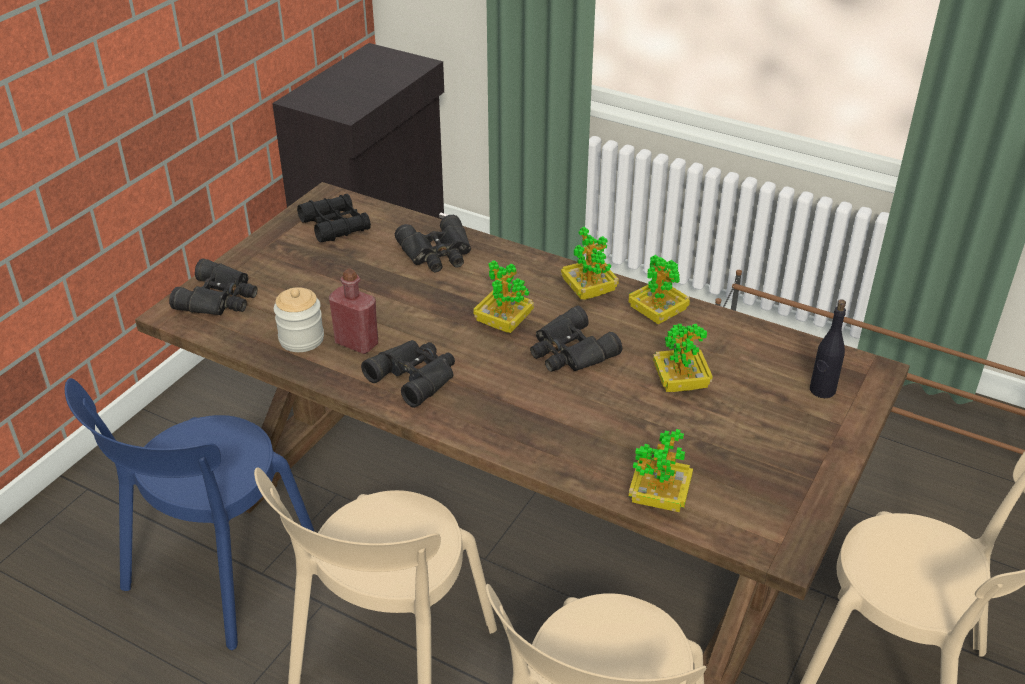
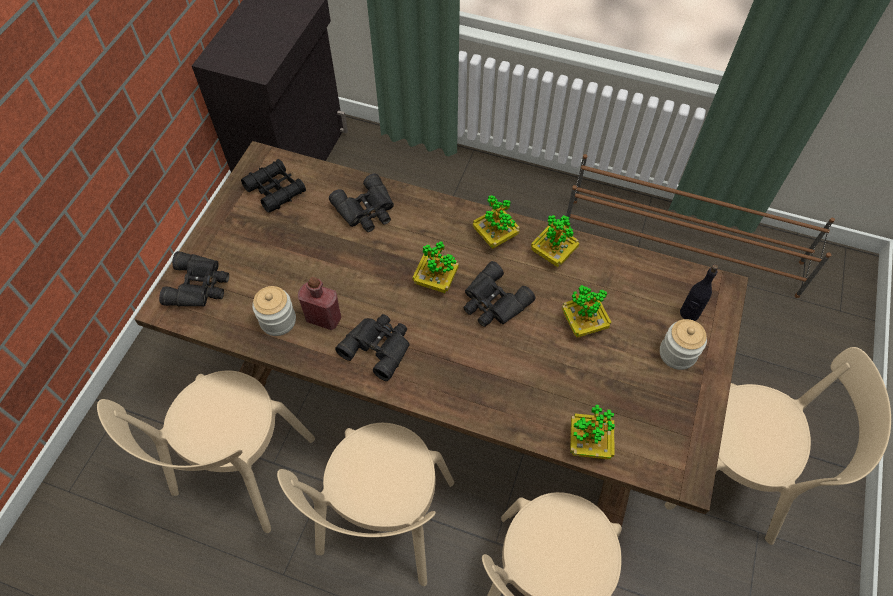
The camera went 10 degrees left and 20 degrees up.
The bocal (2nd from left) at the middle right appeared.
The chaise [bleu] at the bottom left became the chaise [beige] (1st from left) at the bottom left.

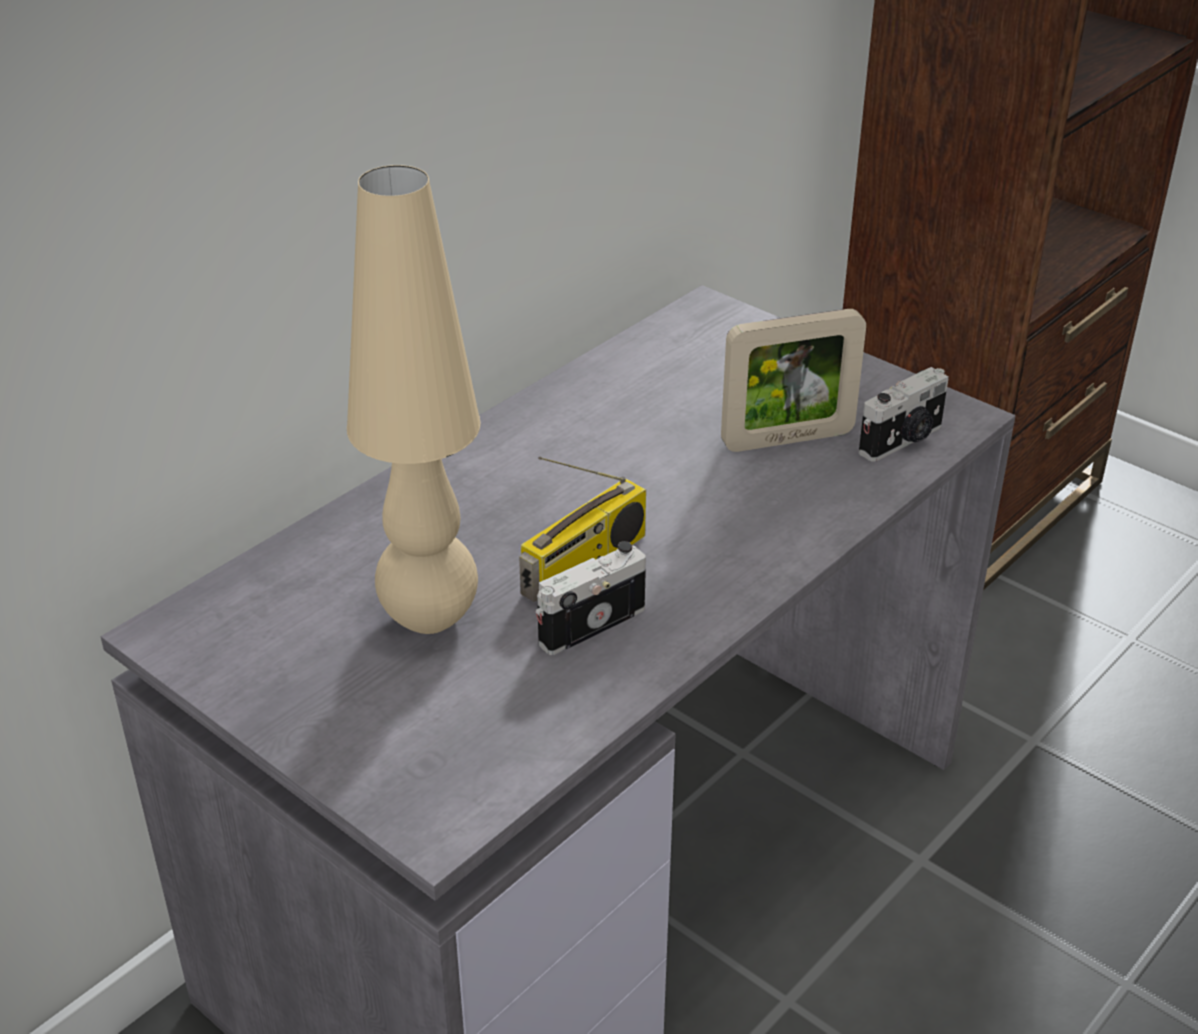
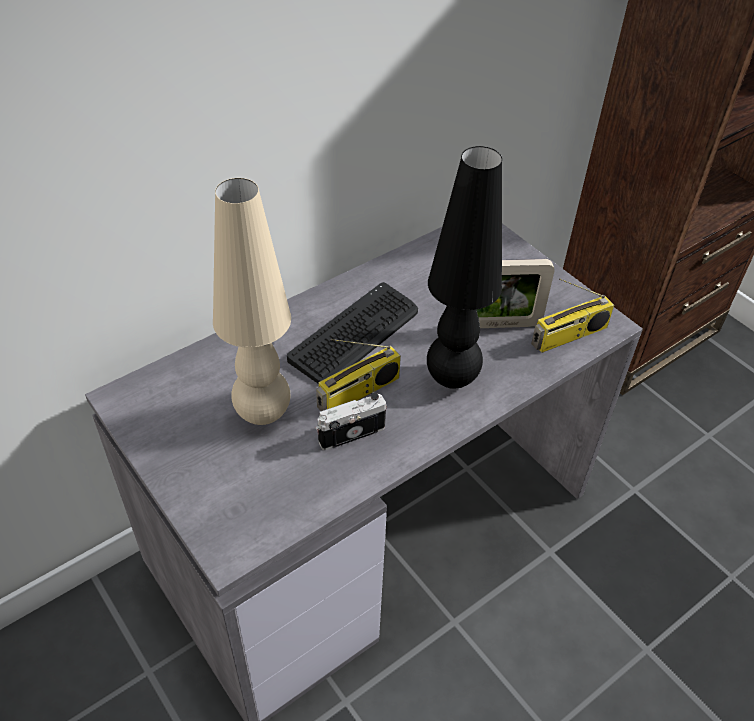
The camera went 10 degrees right and 10 degrees up.
The clavier at the centre appeared.
The lampe de table [noir] at the centre appeared.
The appareil photo (2nd from left) at the middle right was replaced by the radio (2nd from left) at the middle right.

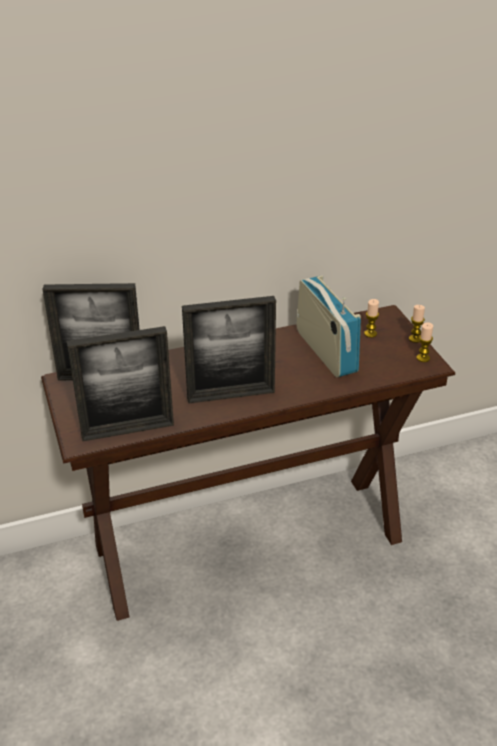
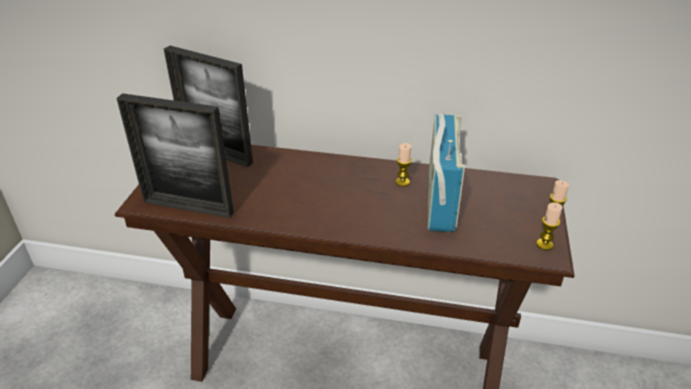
The camera went 30 degrees right and 0 degrees up.
The cadre photo (3rd from left) at the centre disappeared.
The bougie (1st from left) moved from the middle right to the centre.

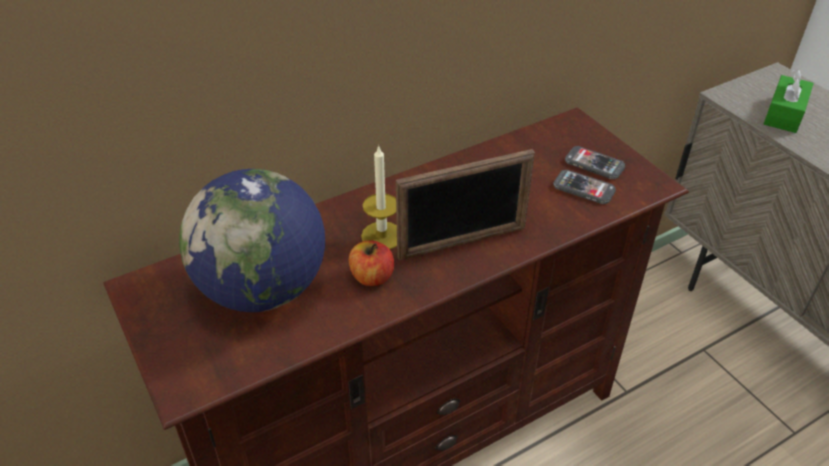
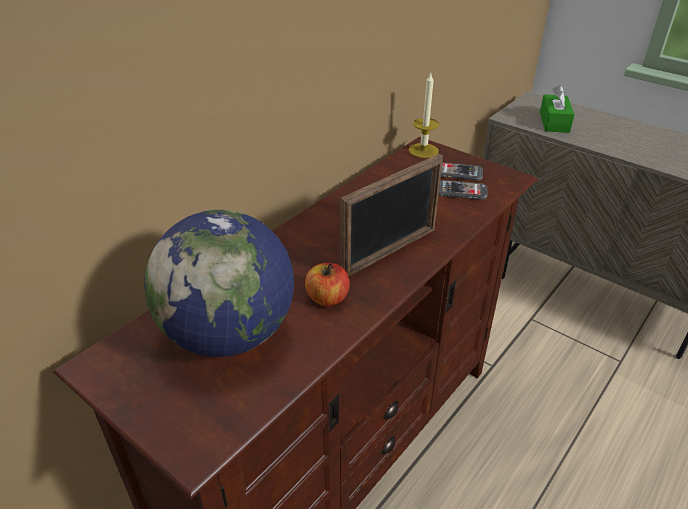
The camera went 20 degrees left and 5 degrees down.
The bougie moved from the centre to the top centre.

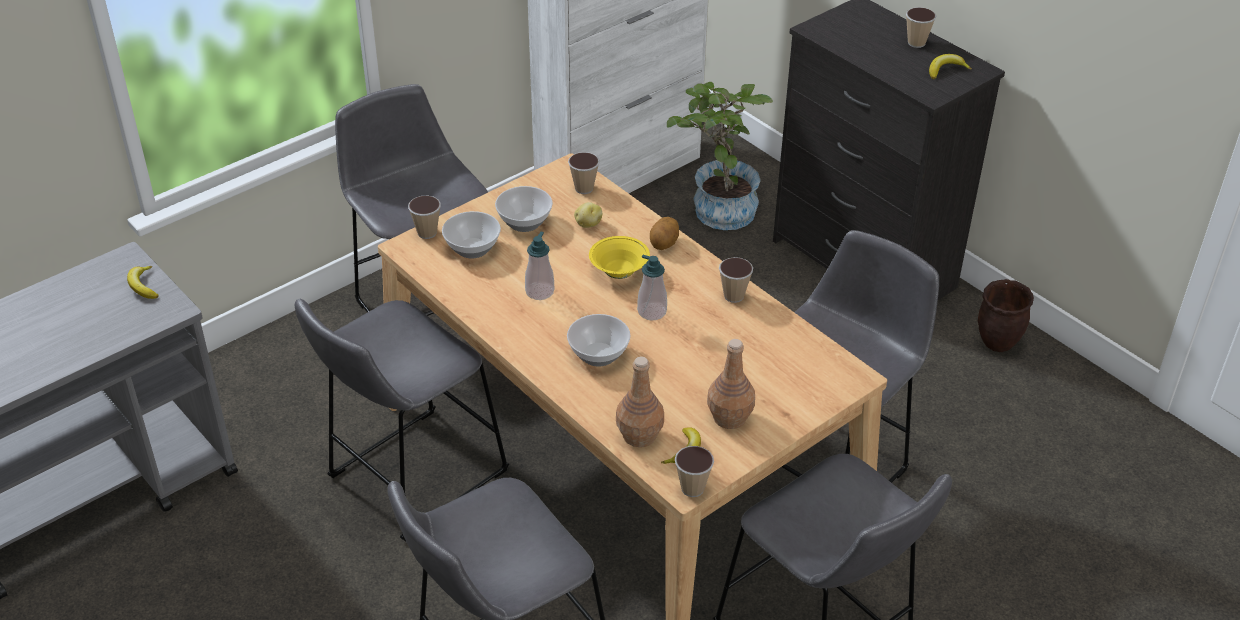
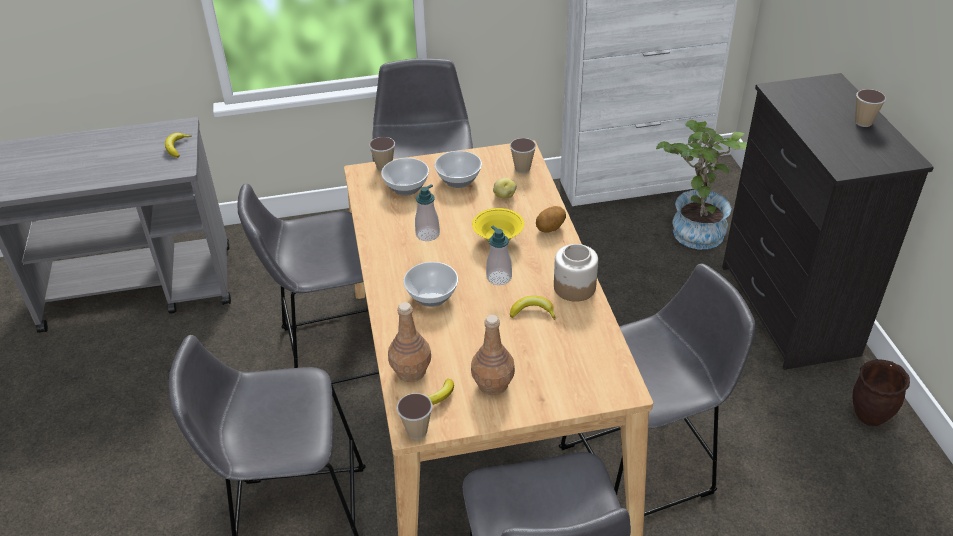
The camera went 30 degrees right and 0 degrees up.
The banane (3rd from left) moved from the top right to the centre.
The tasse (4th from left) at the centre was replaced by the bocal at the centre.

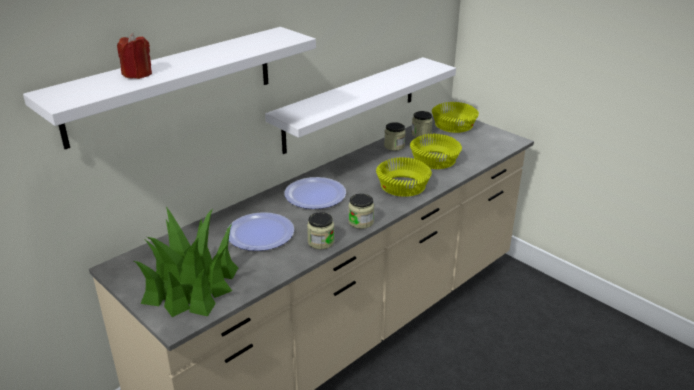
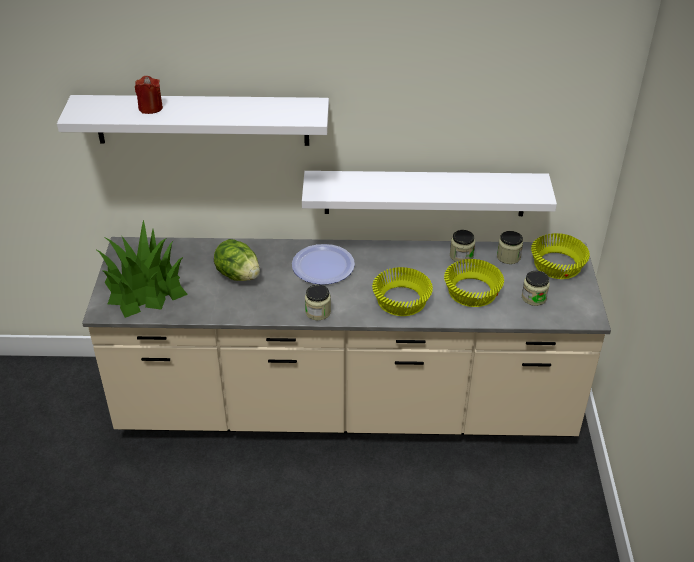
The camera went 45 degrees right and 10 degrees up.
The bocal (1st from left in the first image) moved from the centre to the middle right.
The assiette (1st from left) at the centre was replaced by the laitue at the centre.

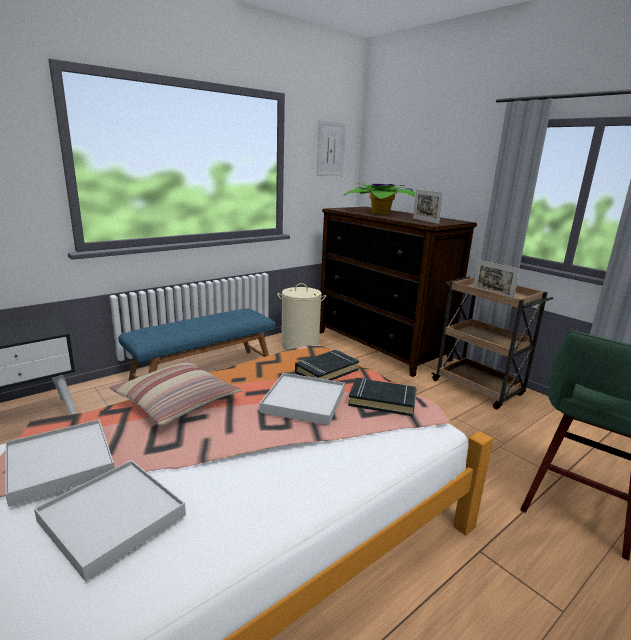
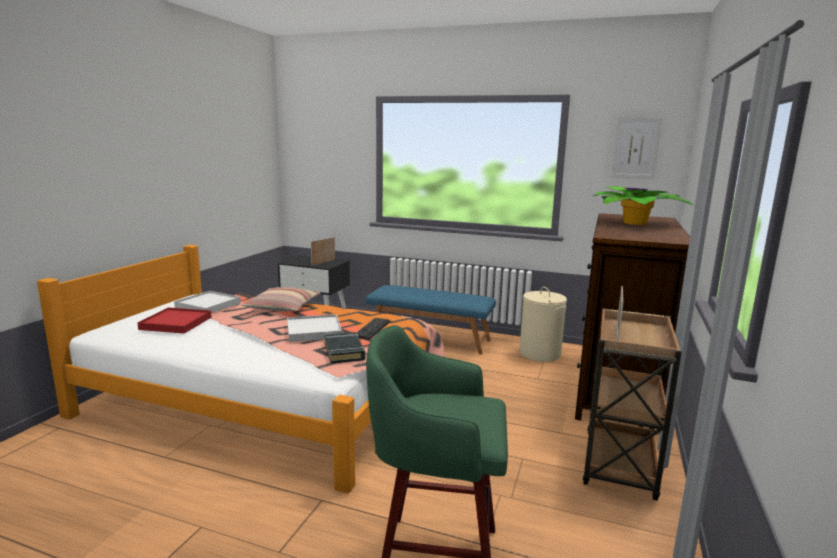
The camera went 60 degrees right and 5 degrees down.
The cadre photo (1st from left) moved from the top right to the centre.
The livre [noir] (1st from left) at the centre was replaced by the clavier at the centre.
The plateau [blanc] (2nd from left) at the bottom left became the plateau [rouge] at the middle left.

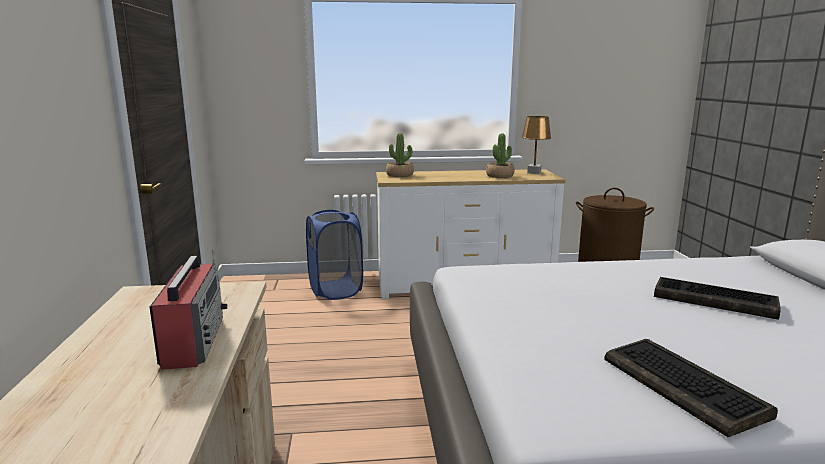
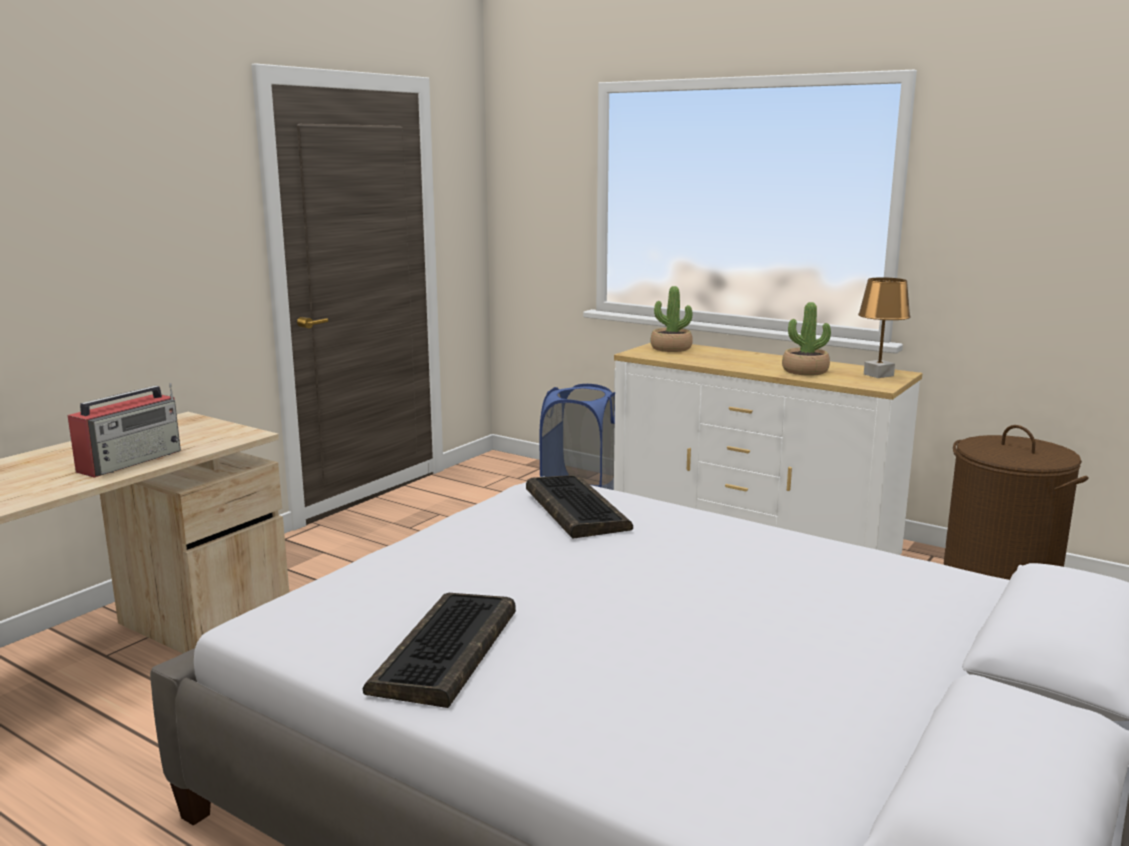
The camera went 40 degrees right and 0 degrees up.
The clavier (2nd from left) moved from the middle right to the centre.

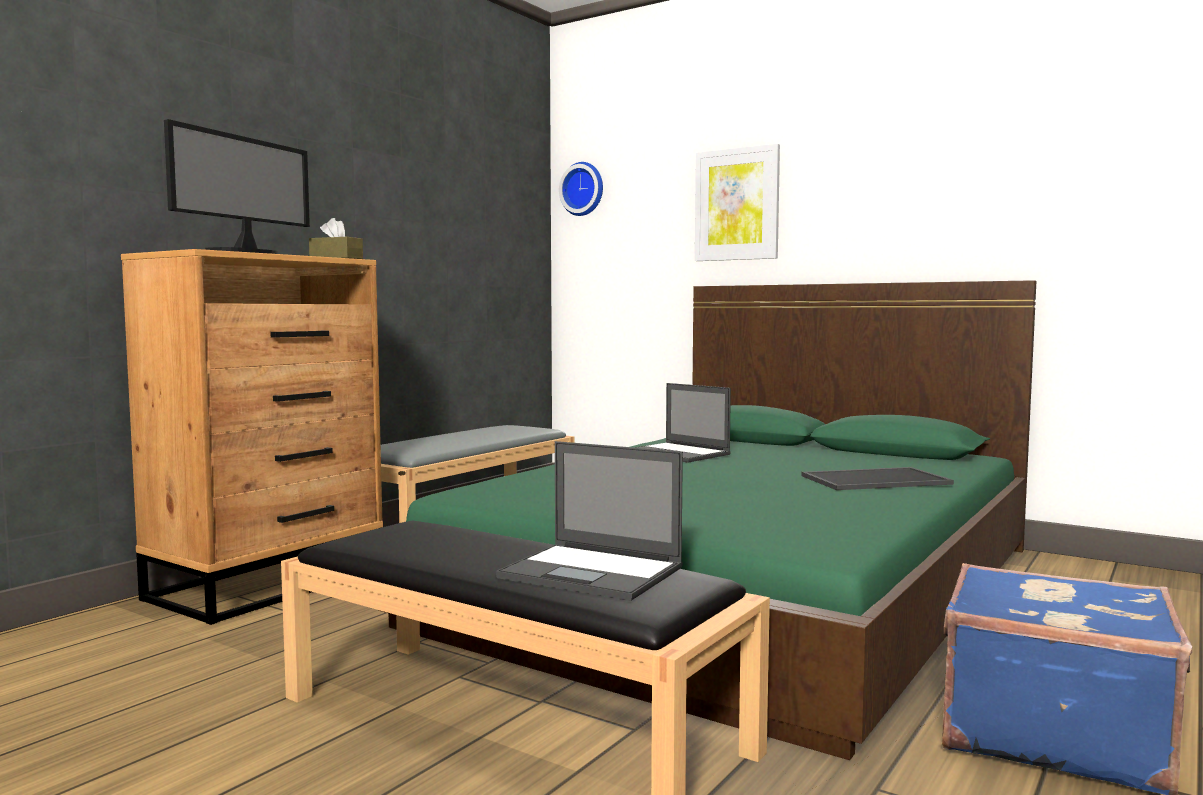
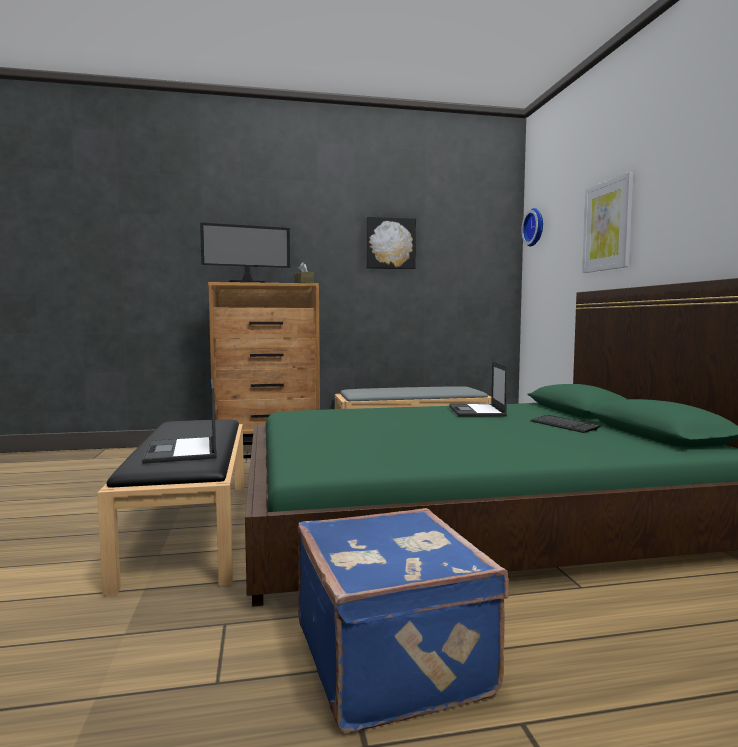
The camera went 45 degrees right and 0 degrees up.
The plateau at the middle right disappeared.
The tableau (1st from left) at the top centre appeared.
The clavier at the middle right appeared.

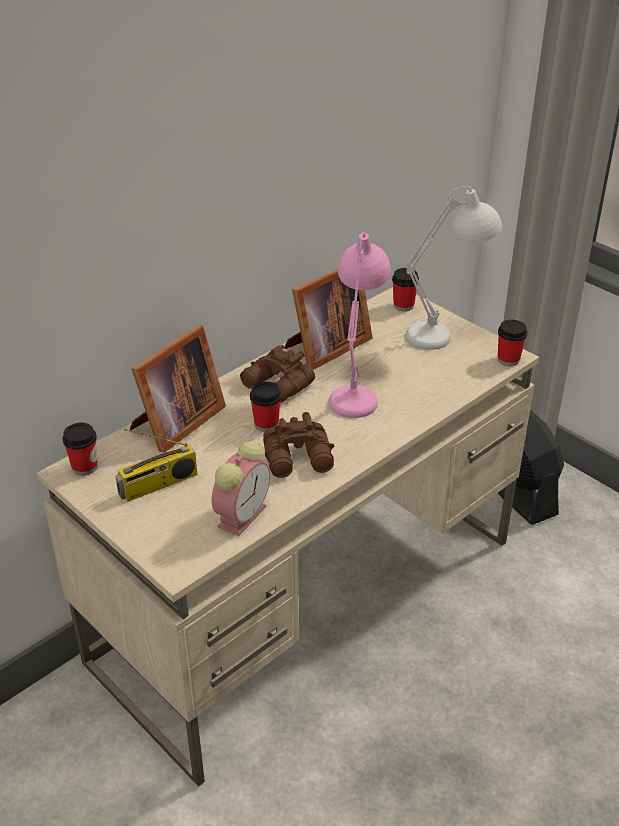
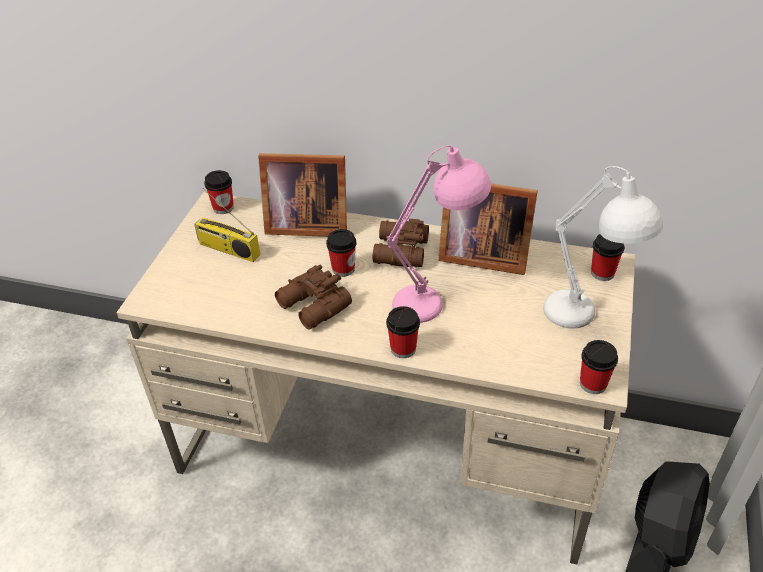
The camera went 60 degrees right and 5 degrees up.
The réveil at the centre disappeared.
The tasse (3rd from left) at the centre appeared.

